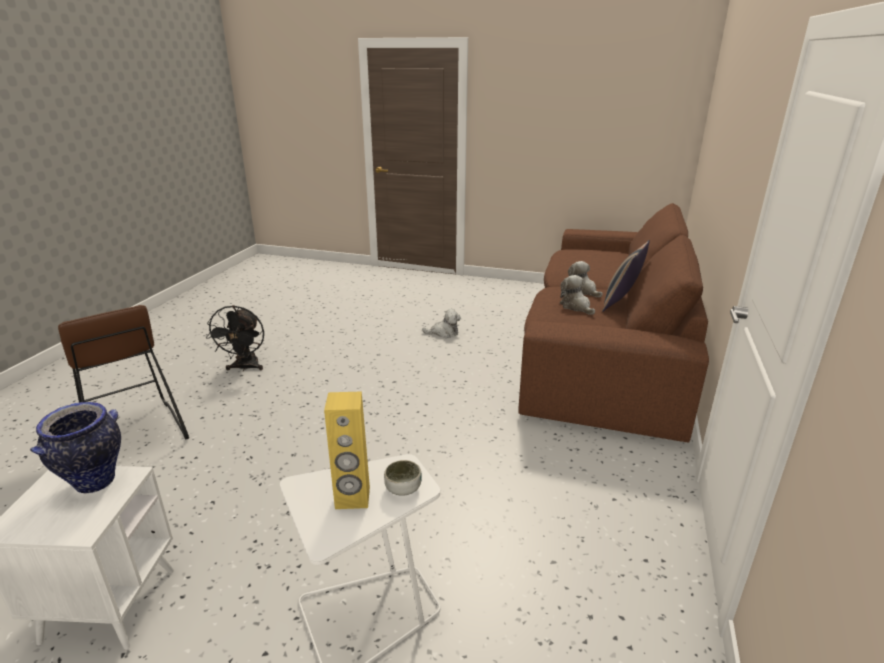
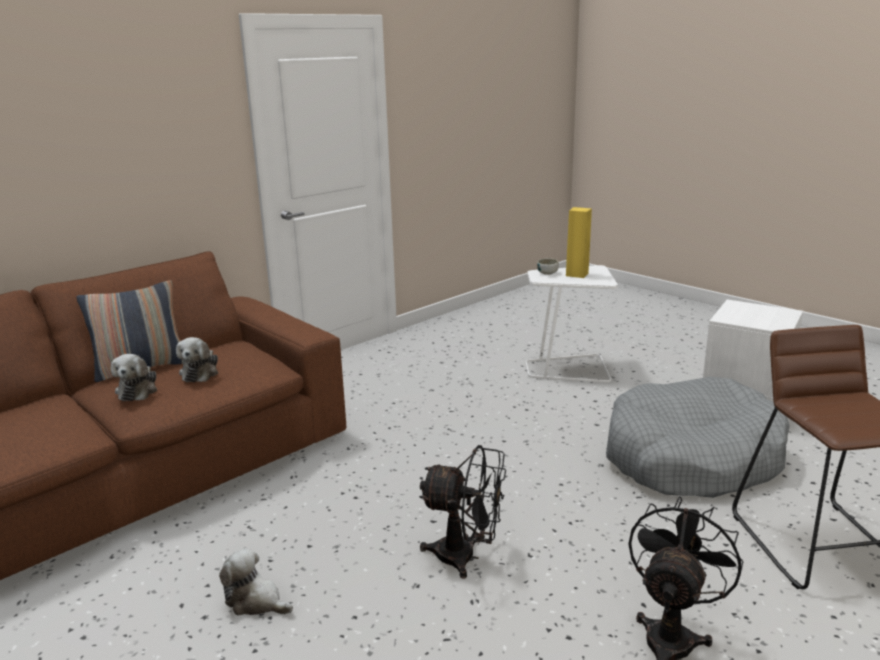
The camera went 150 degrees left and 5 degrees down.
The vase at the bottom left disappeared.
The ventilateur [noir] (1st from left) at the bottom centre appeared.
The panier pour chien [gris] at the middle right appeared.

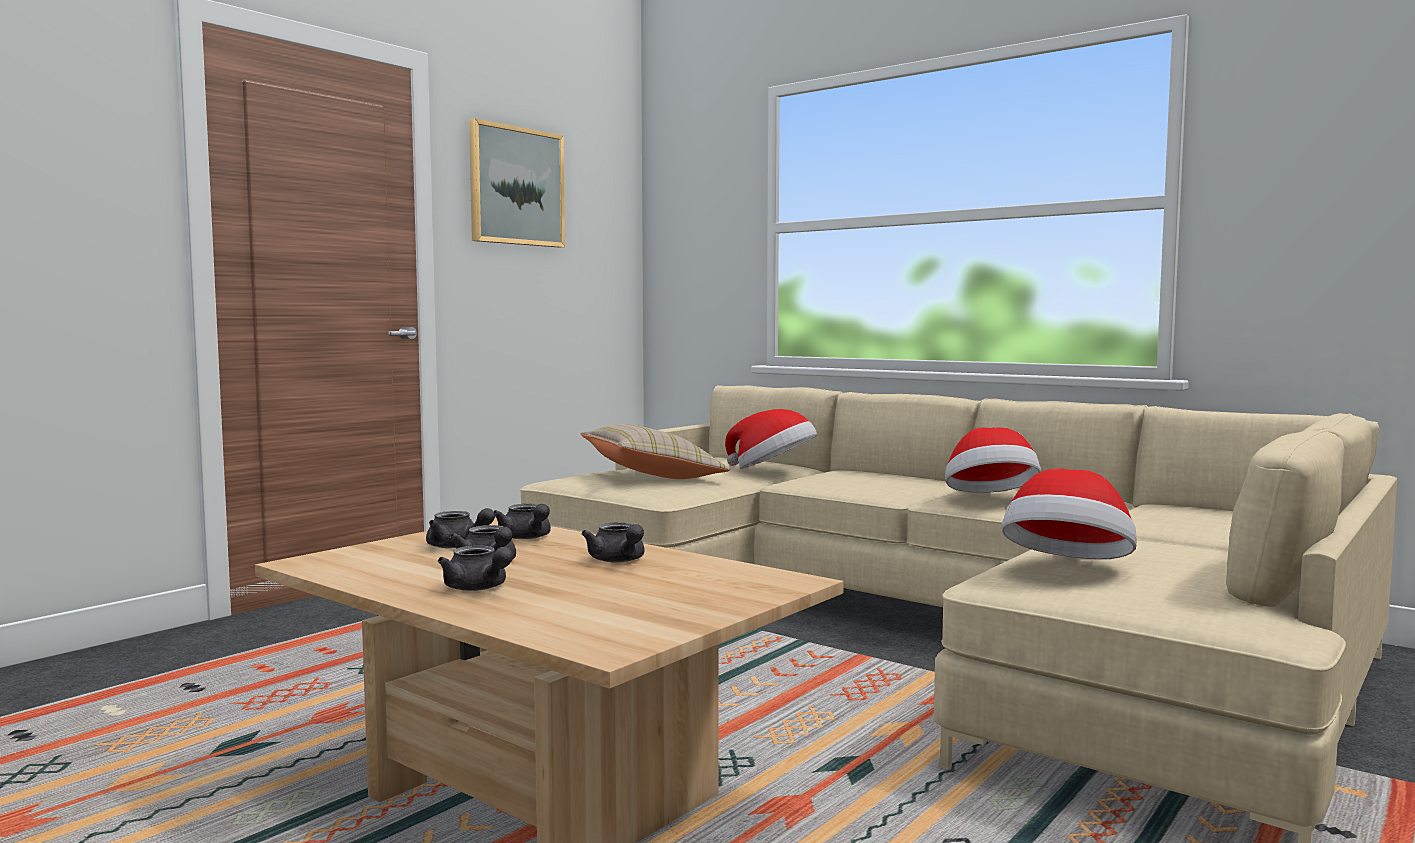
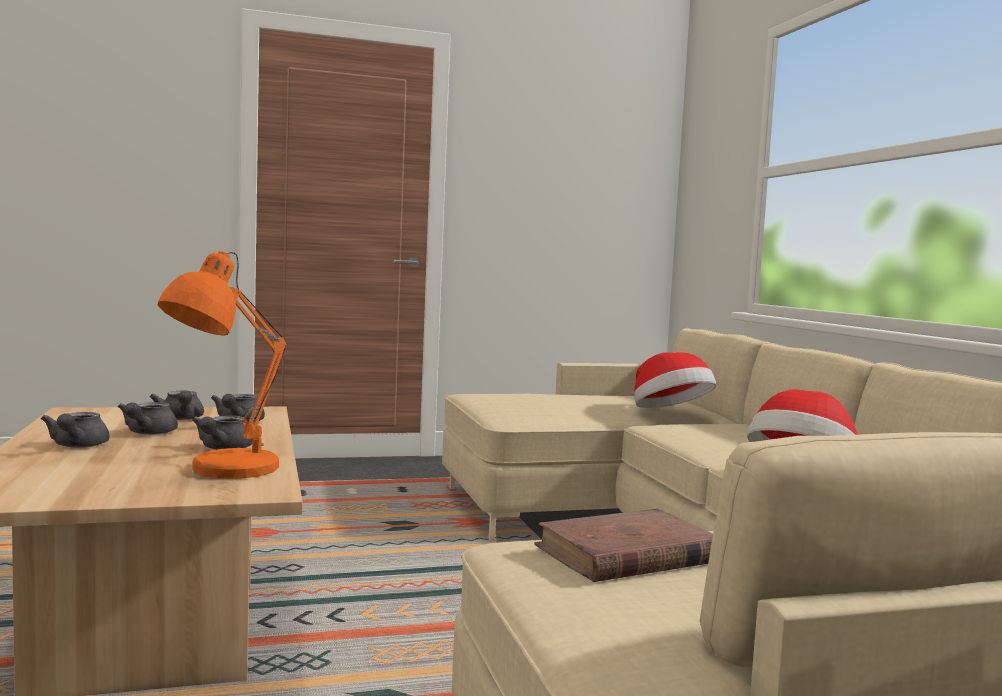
The camera went 35 degrees right and 0 degrees up.
The tableau at the top centre disappeared.
The coussin [beige] at the centre disappeared.
The lampe de table [orange] at the middle left appeared.
The chapeau (3rd from left) at the middle right was replaced by the livre [marron] at the bottom centre.

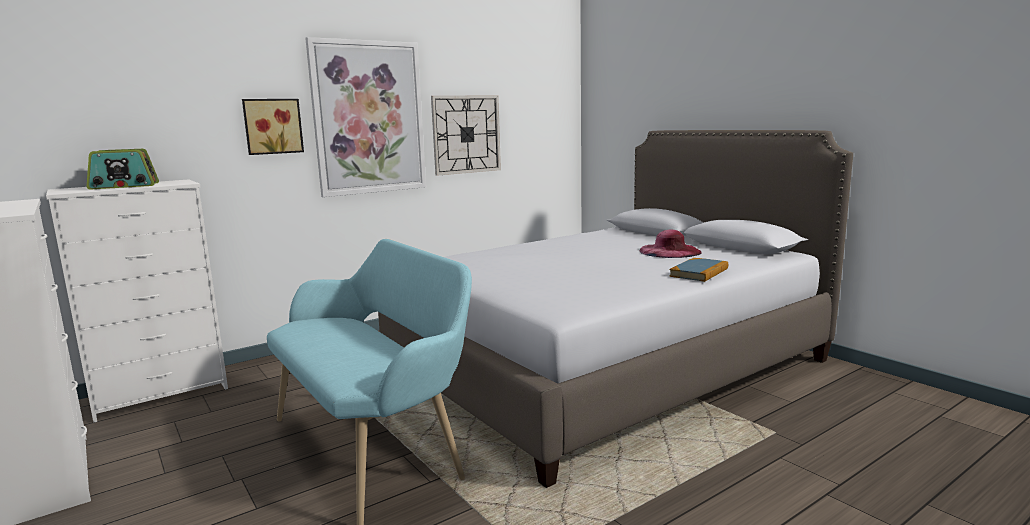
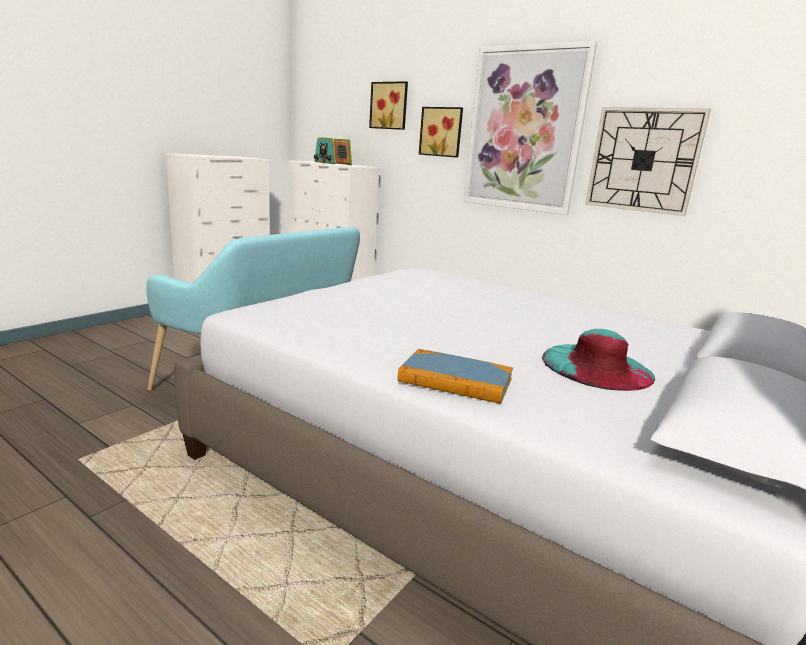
The camera went 70 degrees right and 5 degrees up.
The tableau (1st from left) at the top centre appeared.
The chapeau [rose] at the centre became the chapeau [turquoise] at the middle right.

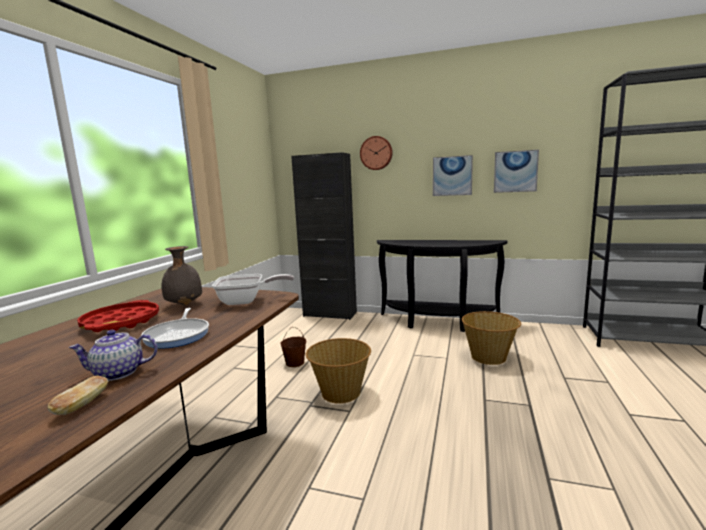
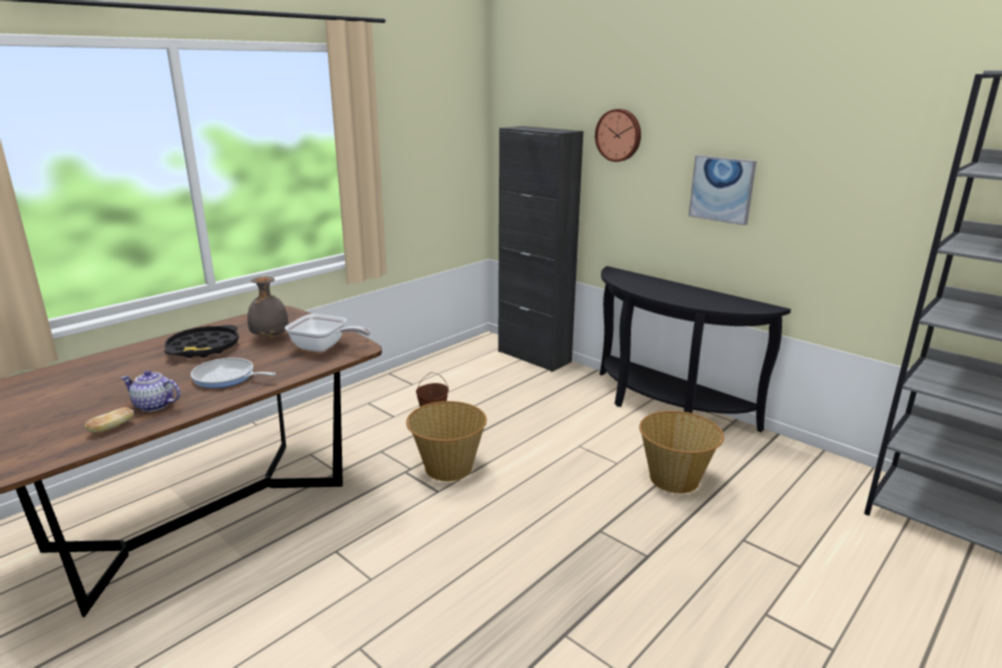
The camera went 25 degrees right and 10 degrees up.
The tableau (2nd from left) at the top right disappeared.
The plateau [rouge] at the middle left became the plateau [noir] at the middle left.
The poêle (1st from left) at the middle left turned 90 degrees clockwise.

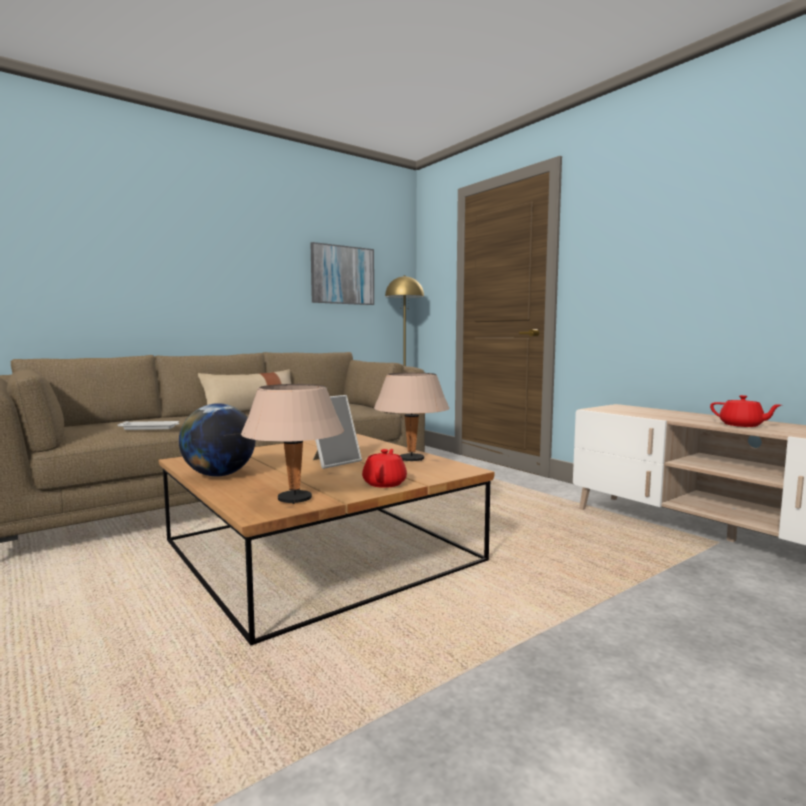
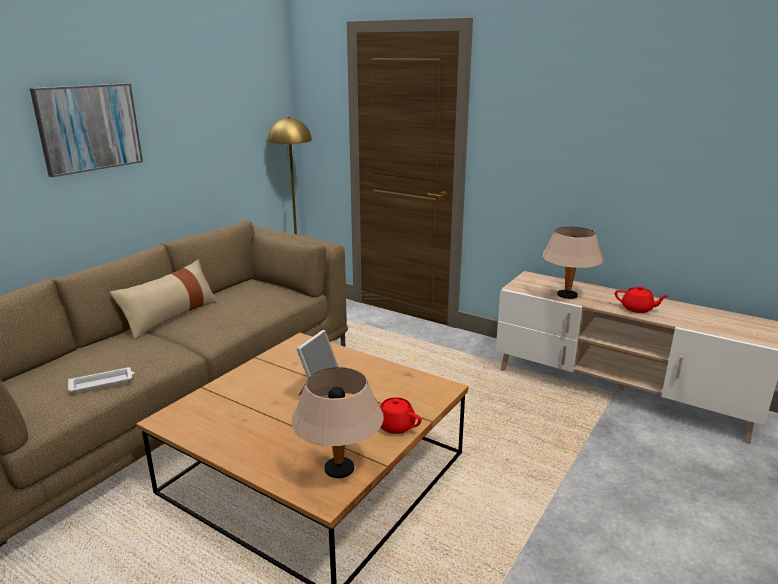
The camera went 20 degrees left and 15 degrees up.
The globe at the middle left disappeared.
The tableau moved from the centre to the top left.
The lampe de table [beige] (2nd from left) moved from the centre to the middle right.
The théière [rouge] (1st from left) at the centre turned 45 degrees counterclockwise.

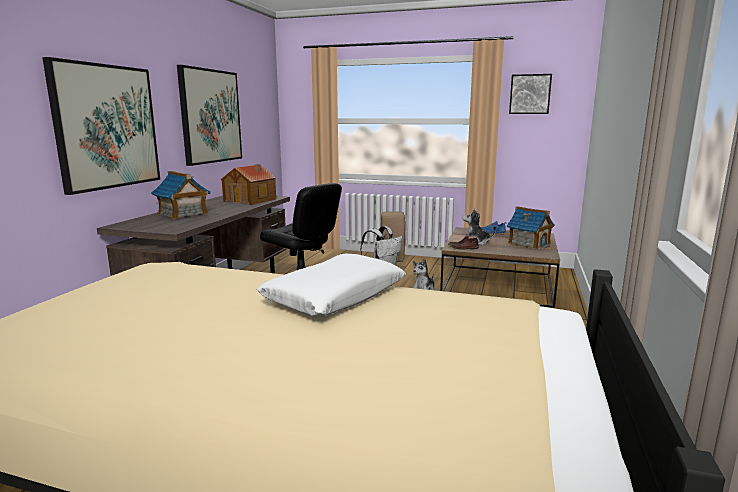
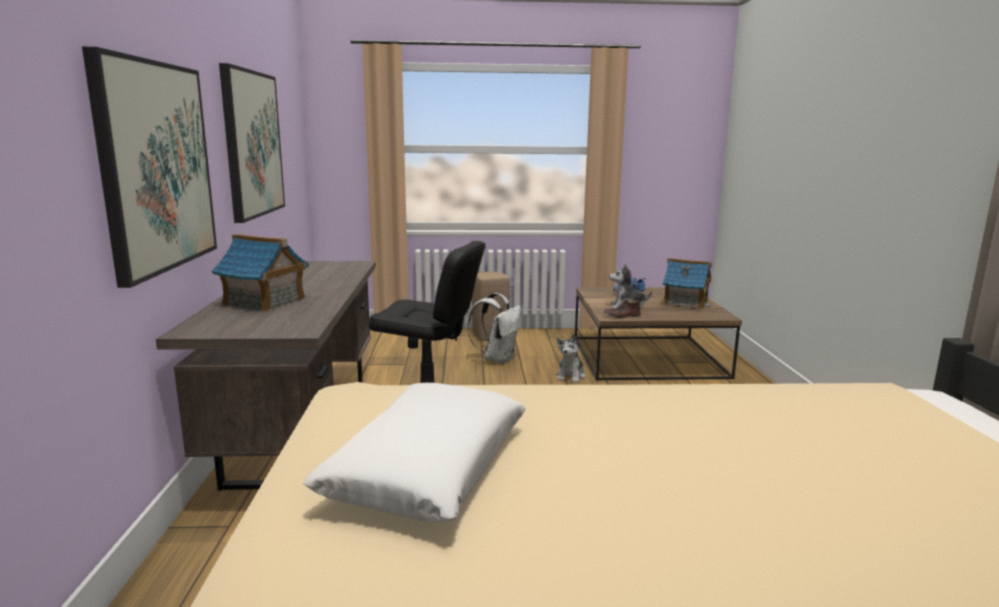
The camera went 20 degrees left and 0 degrees up.
The maison miniature (2nd from left) at the centre disappeared.
The tableau (3rd from left) at the top right disappeared.
The coussin [blanc] moved from the centre to the bottom centre.

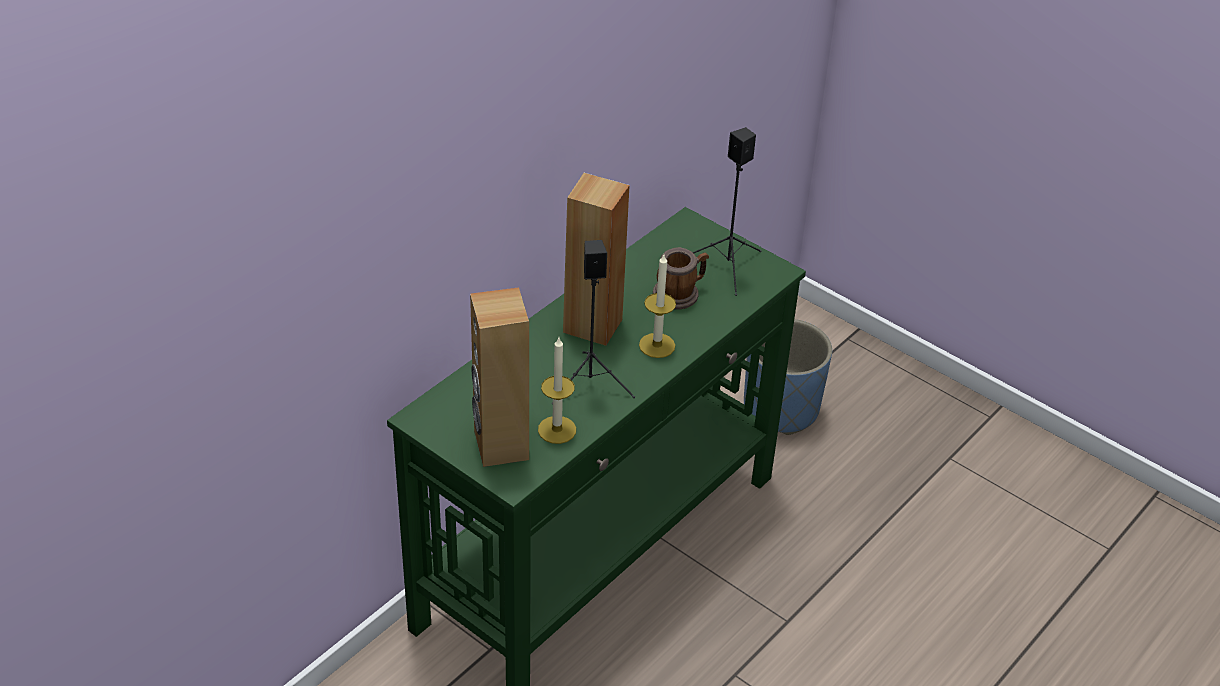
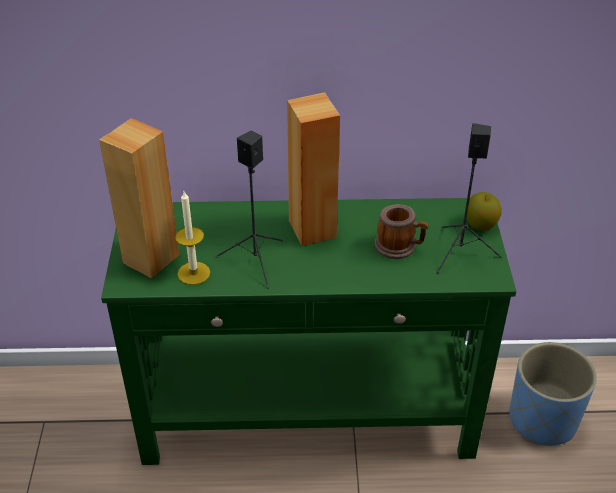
The camera went 50 degrees right and 0 degrees up.
The bougie (2nd from left) at the centre disappeared.
The pomme at the middle right appeared.

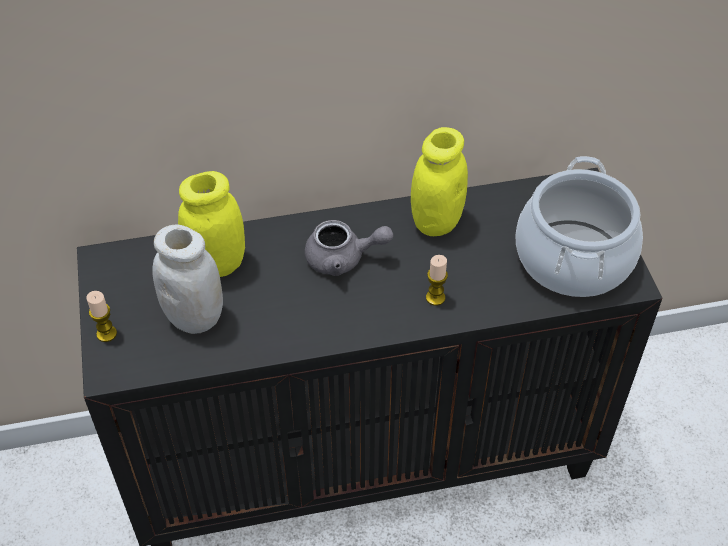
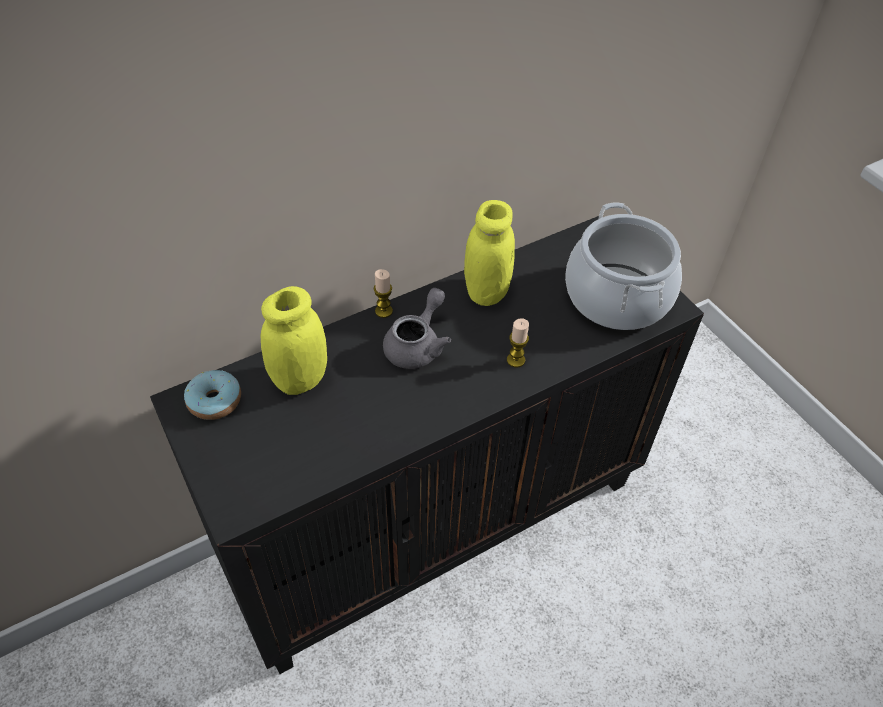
The camera went 20 degrees left and 0 degrees up.
The bocal [blanc] at the middle left disappeared.
The beignet at the middle left appeared.
The bougie (1st from left) moved from the middle left to the centre.
The théière [gris] at the centre turned 45 degrees counterclockwise.

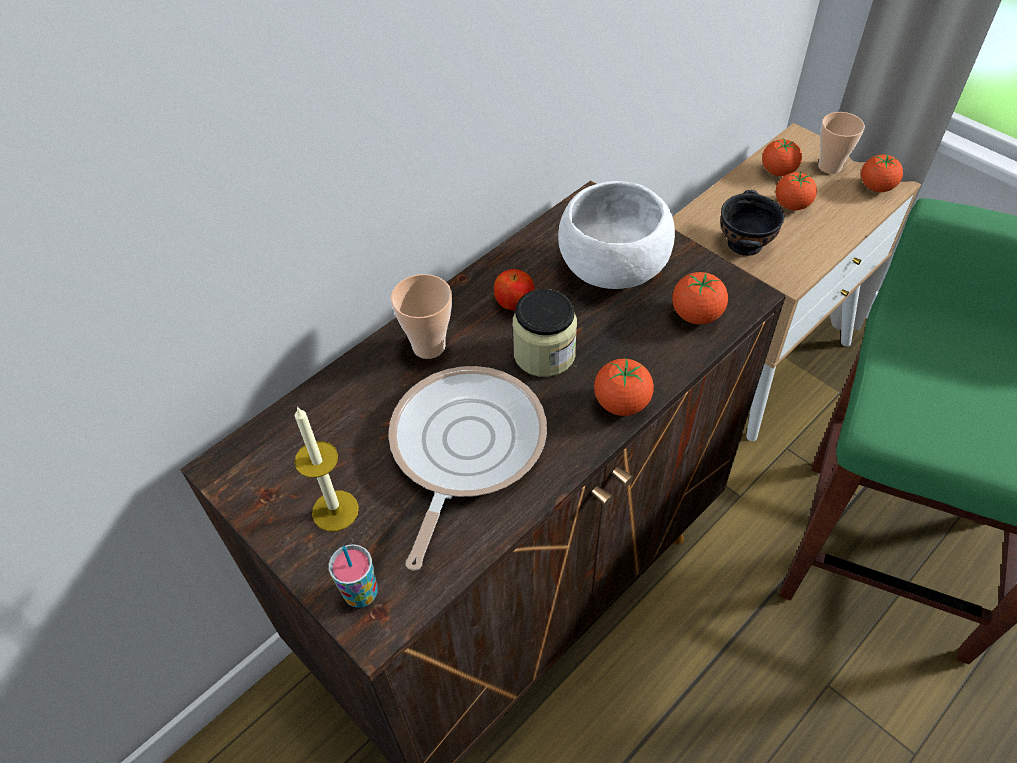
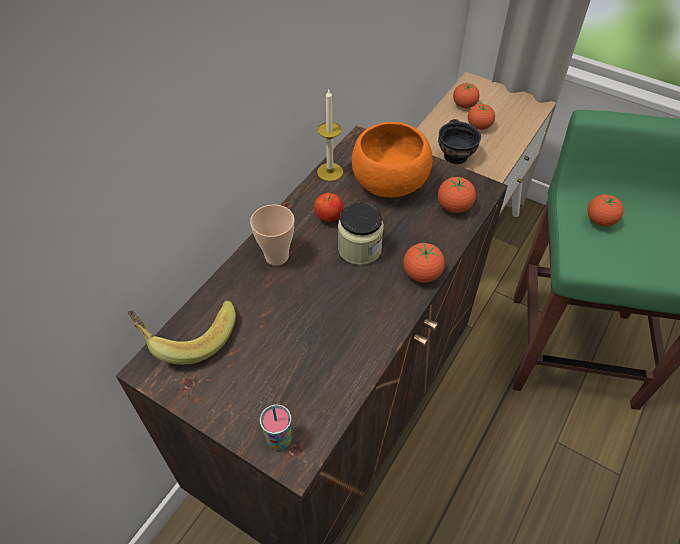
The camera went 15 degrees left and 0 degrees up.
The poêle at the centre disappeared.
The tasse (3rd from left) at the top right disappeared.
The banane at the middle left appeared.
The bougie moved from the middle left to the top centre.
The tomate (5th from left) moved from the top right to the middle right.
The bol [blanc] at the top centre became the bol [orange] at the top centre.

